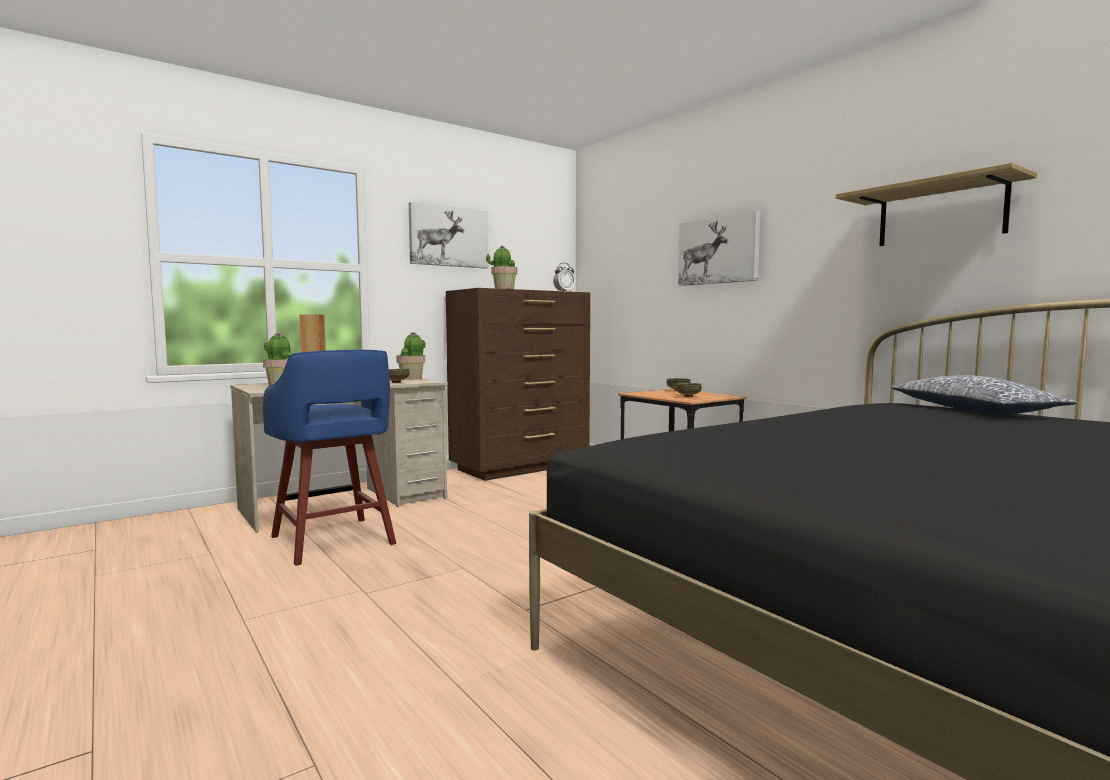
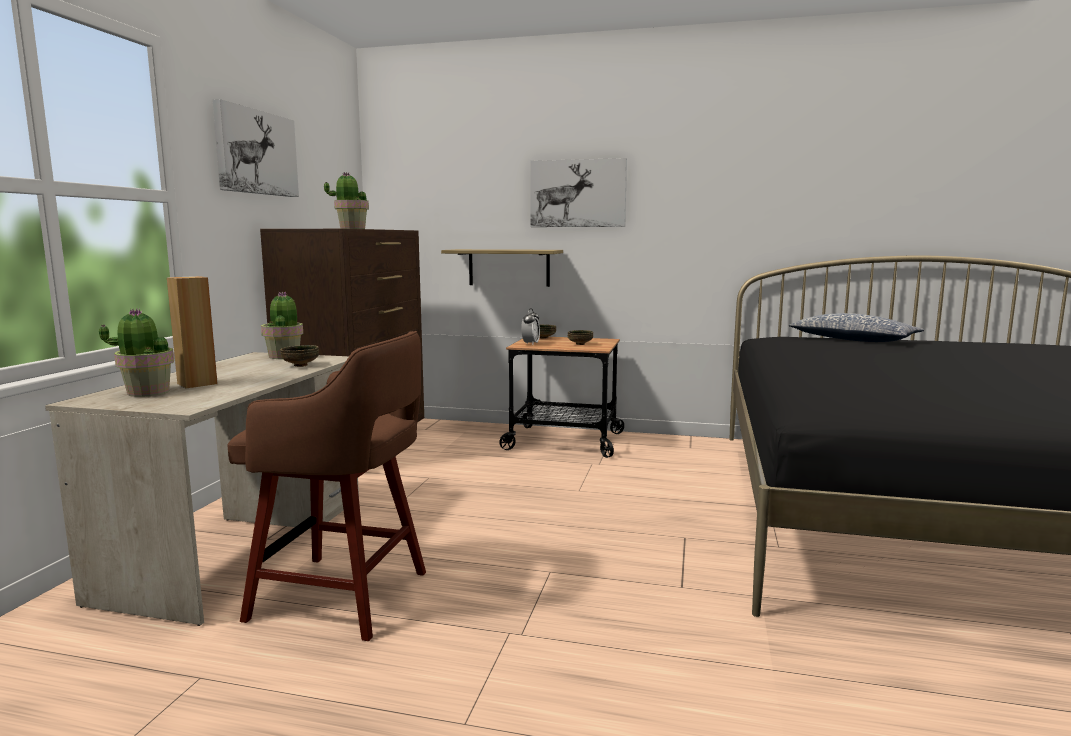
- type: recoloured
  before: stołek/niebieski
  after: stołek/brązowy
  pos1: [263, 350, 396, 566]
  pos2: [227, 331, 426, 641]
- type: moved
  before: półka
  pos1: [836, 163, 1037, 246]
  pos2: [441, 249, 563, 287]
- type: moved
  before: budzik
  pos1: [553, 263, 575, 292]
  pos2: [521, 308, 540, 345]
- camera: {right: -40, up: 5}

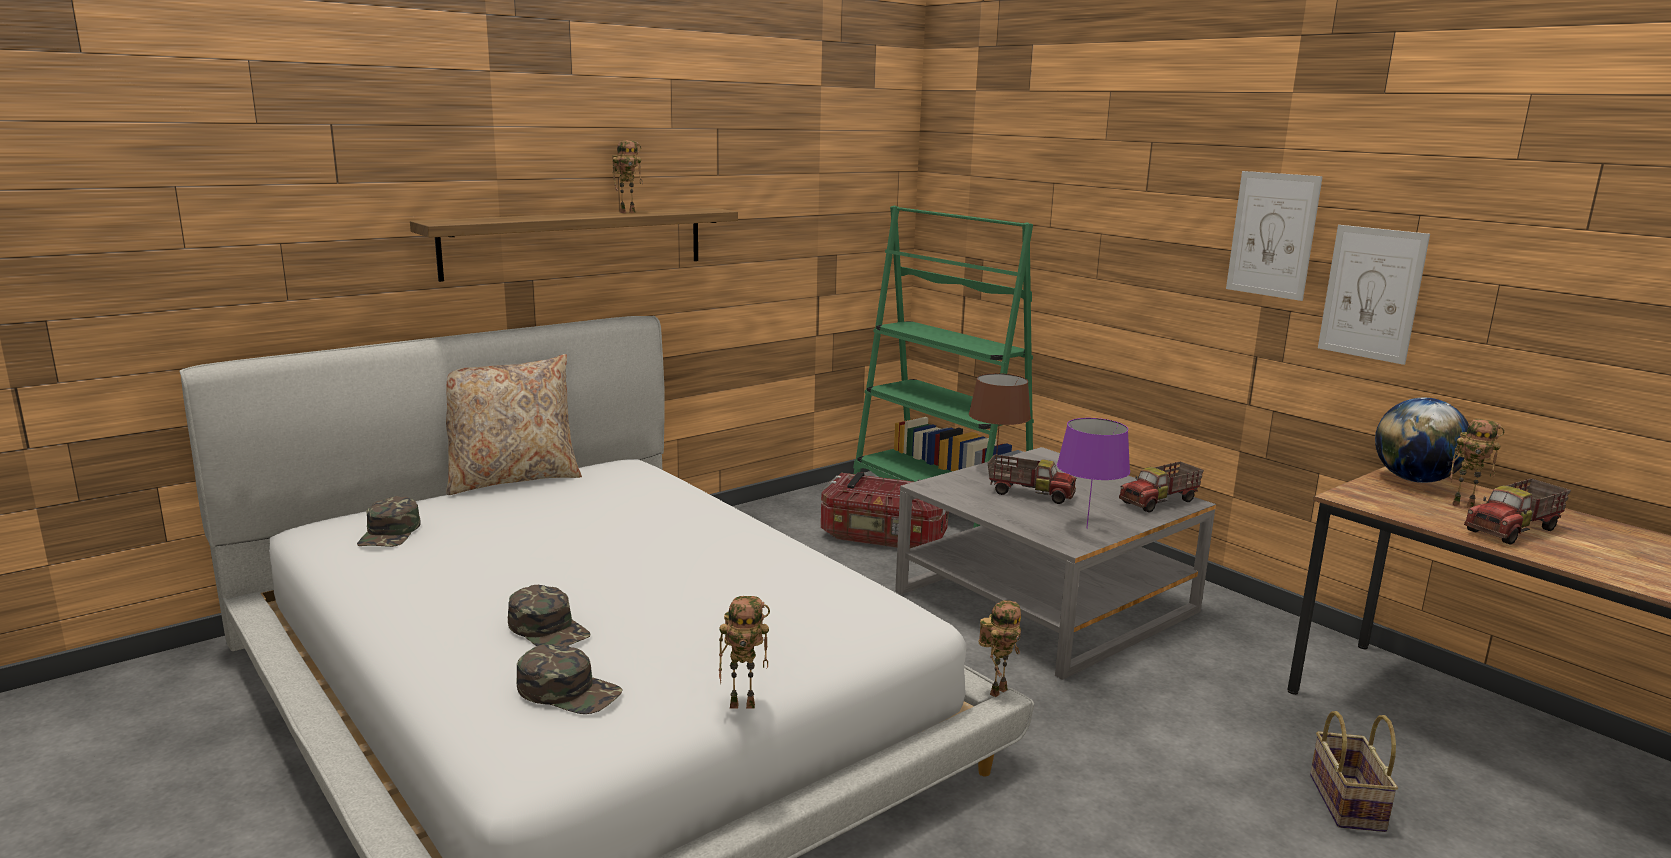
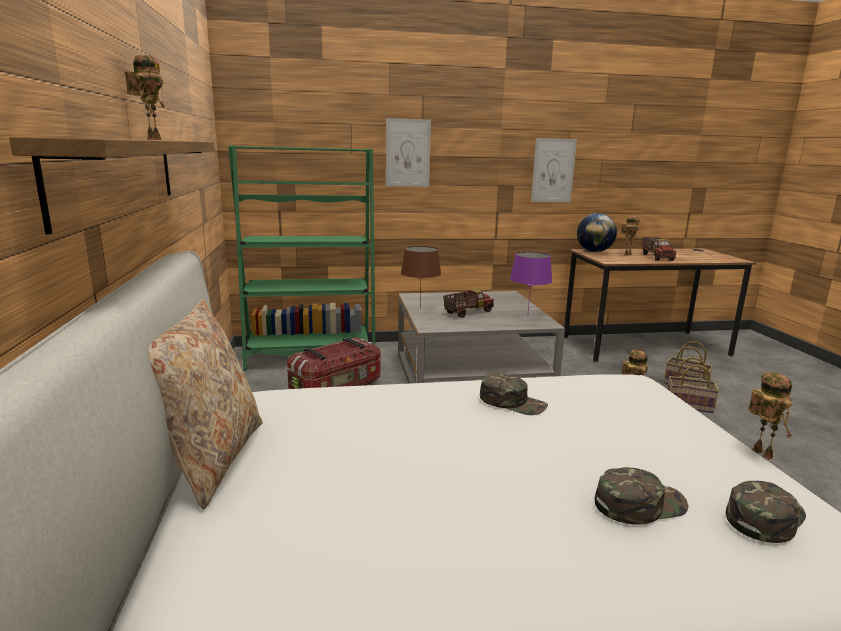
- type: moved
  before: obraz
  pos1: [1226, 171, 1323, 301]
  pos2: [386, 118, 431, 187]
- type: moved
  before: czapka z daszkiem/zielony
  pos1: [357, 496, 421, 547]
  pos2: [480, 373, 548, 415]
- type: added
  after: koszyk
  pos2: [668, 357, 719, 413]
- type: turned
  before: robot zabawkowy
  pos1: [719, 596, 770, 709]
  pos2: [748, 372, 792, 460]
  turn: -45
- type: removed
  before: ciężarówka zabawkowa
  pos1: [1119, 462, 1204, 512]
- camera: {right: -60, up: 0}

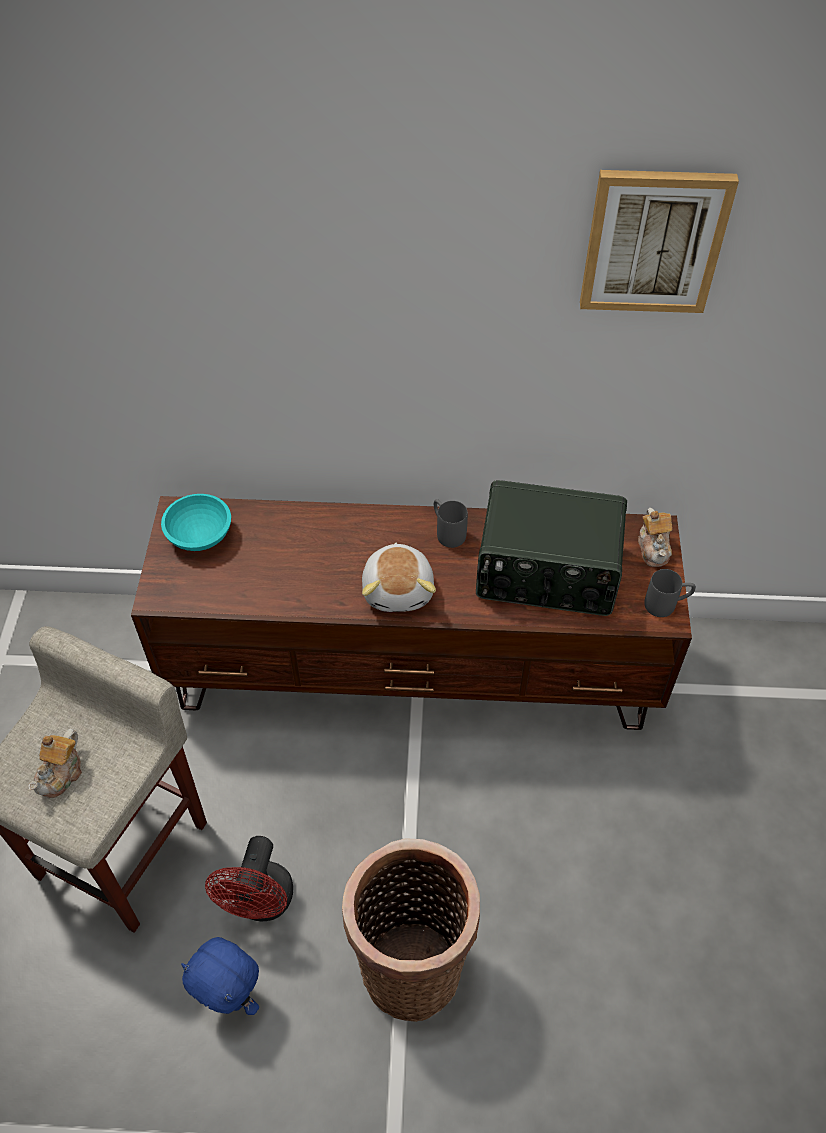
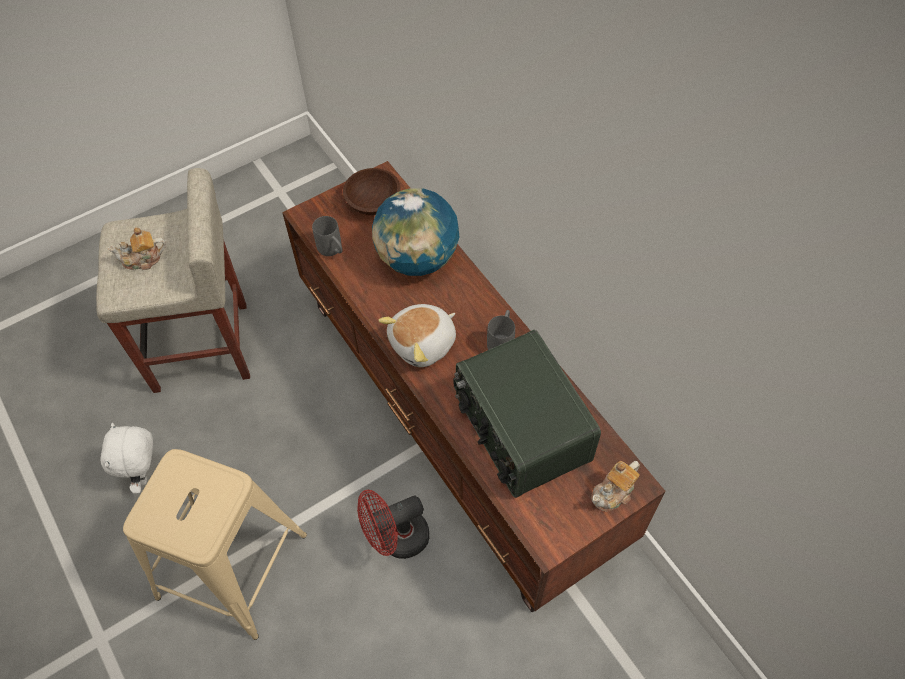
- type: recoloured
  before: pluszak/niebieski
  after: pluszak/biały
  pos1: [181, 937, 259, 1015]
  pos2: [100, 422, 153, 494]
- type: replaced
  before: koszyk
  after: stołek/beżowy
  pos1: [342, 838, 480, 1022]
  pos2: [123, 449, 307, 640]
- type: moved
  before: kubek/szary
  pos1: [644, 569, 696, 617]
  pos2: [312, 216, 343, 256]
- type: recoloured
  before: miska/turkusowy
  after: miska/brązowy
  pos1: [161, 494, 231, 551]
  pos2: [343, 168, 401, 215]
- type: moved
  before: wentylator/czerwony
  pos1: [205, 836, 293, 921]
  pos2: [357, 490, 429, 559]
- type: added
  after: globus
  pos2: [372, 188, 459, 276]
- type: removed
  before: obraz
  pos1: [580, 170, 739, 313]
- camera: {right: 55, up: 5}

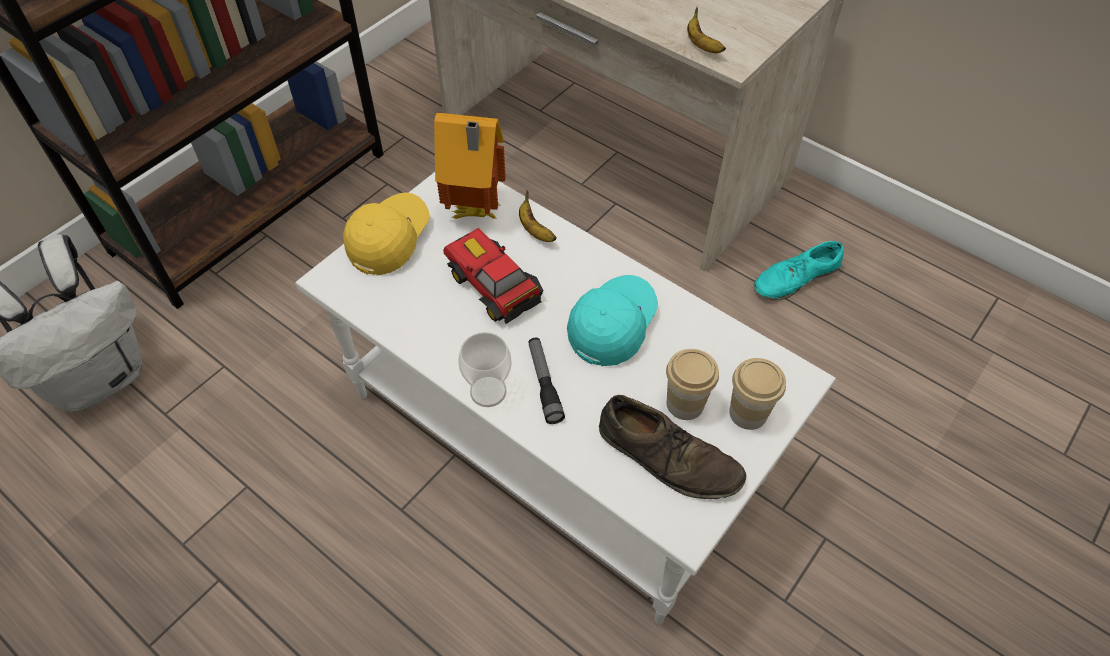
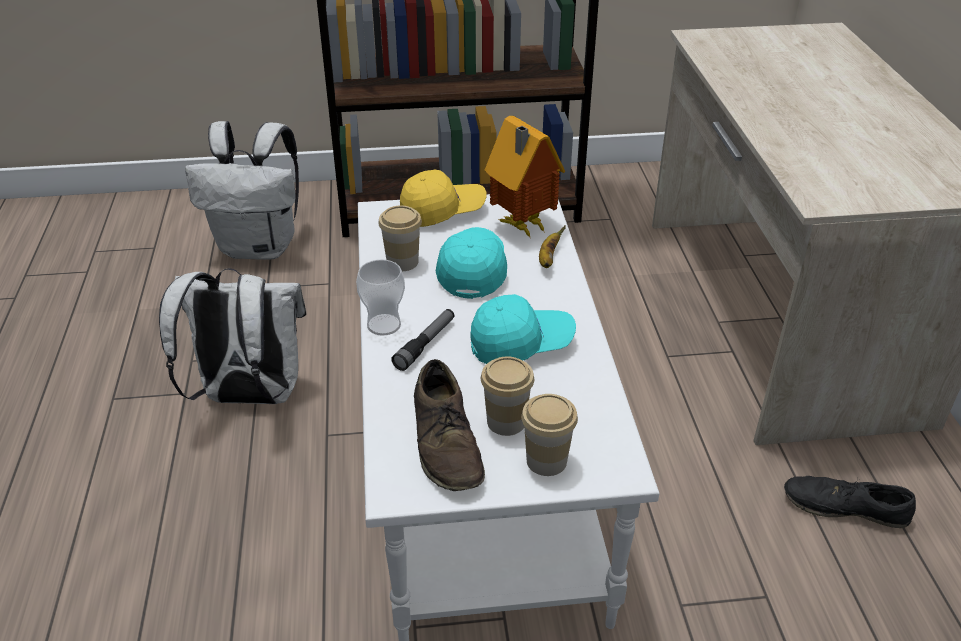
- type: added
  after: plecak/biały
  pos2: [159, 268, 306, 404]
- type: added
  after: filiżanka
  pos2: [378, 205, 422, 271]
- type: replaced
  before: samochodzik
  after: czapka z daszkiem/turkusowy
  pos1: [443, 228, 543, 324]
  pos2: [436, 227, 507, 299]
- type: recoloured
  before: but/turkusowy
  after: but/czarny
  pos1: [754, 241, 844, 301]
  pos2: [784, 476, 916, 528]
- type: removed
  before: banan
  pos1: [687, 7, 726, 53]
- camera: {right: 45, up: -15}

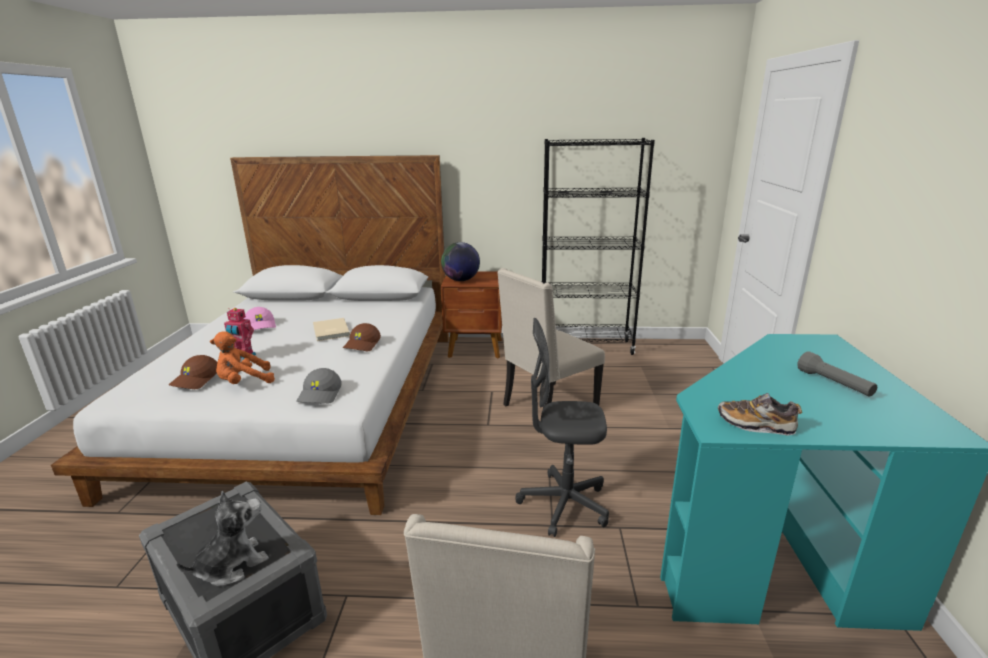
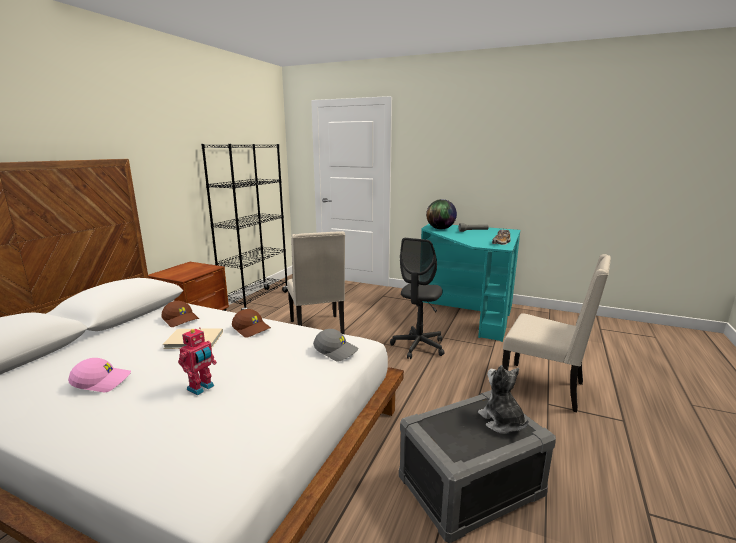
- type: moved
  before: czapka z daszkiem/brązowy
  pos1: [169, 355, 217, 389]
  pos2: [162, 301, 199, 327]
- type: moved
  before: globus
  pos1: [441, 242, 480, 281]
  pos2: [426, 199, 457, 229]
- type: removed
  before: pluszak/pomarańczowy
  pos1: [210, 331, 275, 384]
- camera: {right: -70, up: -5}

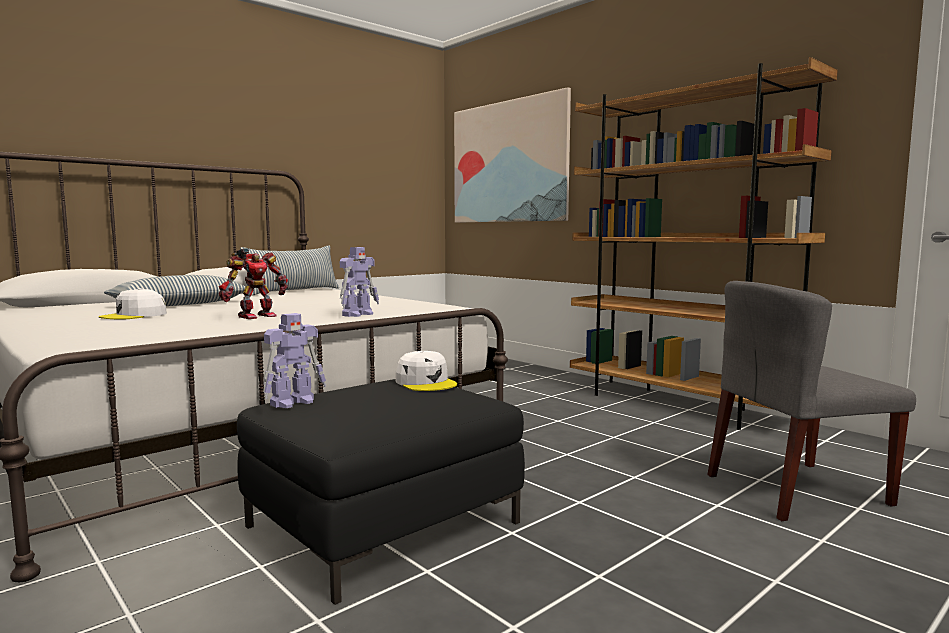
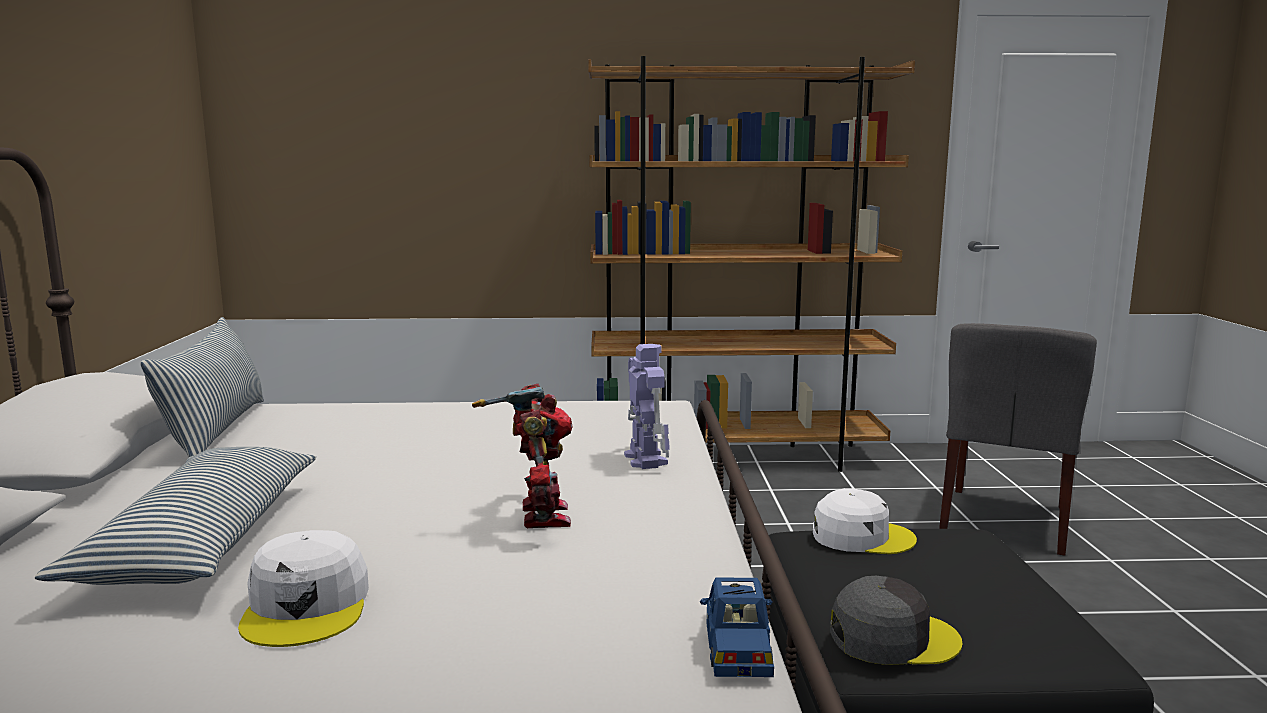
- type: added
  after: samochodzik/niebieski
  pos2: [700, 577, 774, 677]
- type: replaced
  before: robot zabawkowy
  after: czapka z daszkiem/szary
  pos1: [263, 313, 326, 408]
  pos2: [830, 576, 962, 665]
- type: removed
  before: obraz
  pos1: [454, 87, 571, 222]
- camera: {right: -50, up: 5}

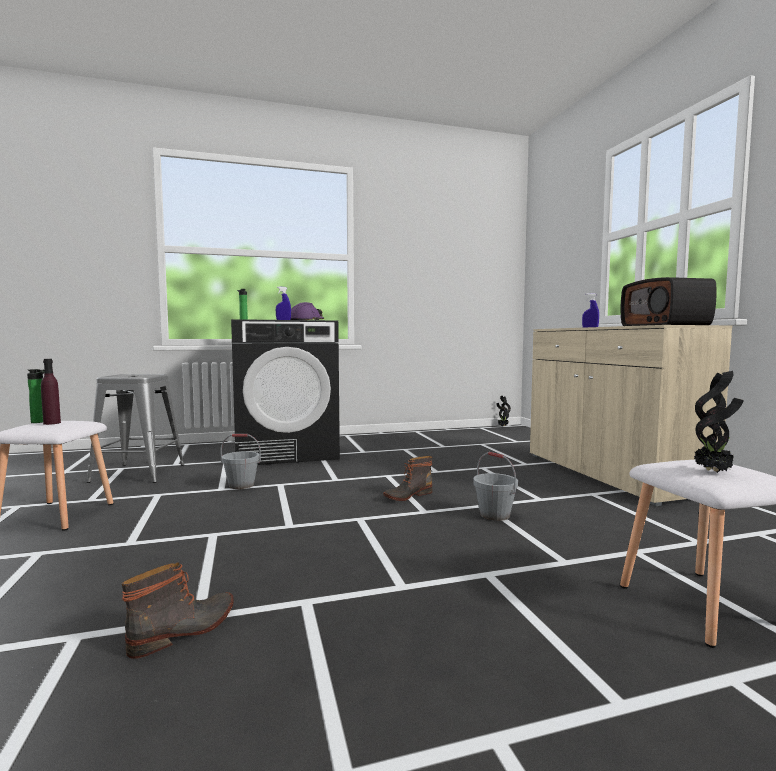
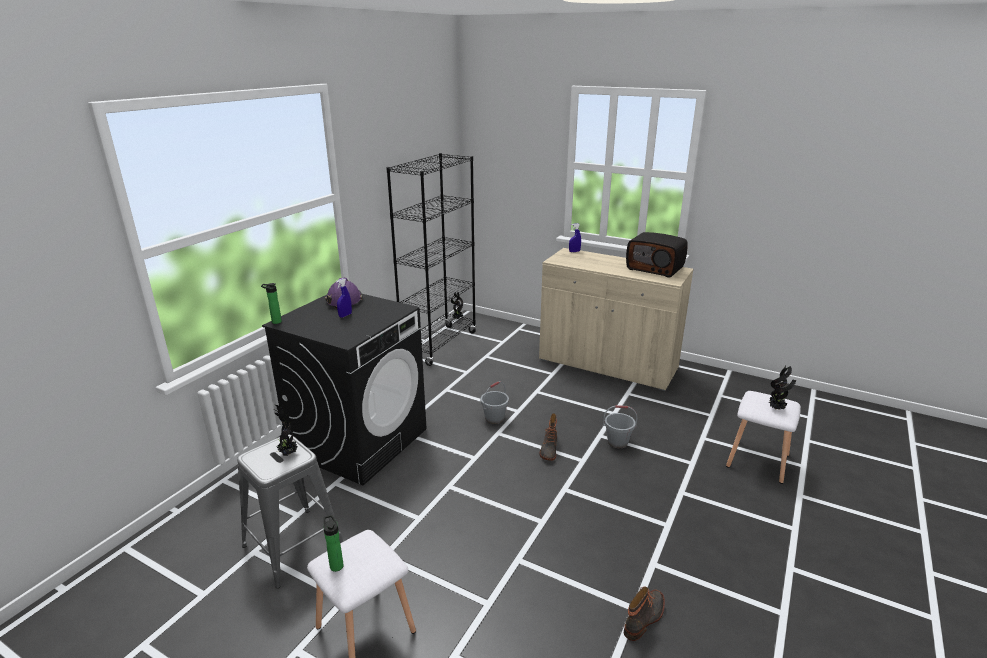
- type: added
  after: roślina doniczkowa
  pos2: [272, 405, 298, 456]
- type: added
  after: regał/czarny
  pos2: [386, 153, 476, 366]
- type: moved
  before: wiadro/szary
  pos1: [220, 434, 261, 489]
  pos2: [481, 381, 509, 424]
- type: turned
  before: but z cholewką
  pos1: [122, 562, 234, 659]
  pos2: [624, 587, 665, 641]
  turn: 45
- type: removed
  before: butelka/fioletowy
  pos1: [41, 359, 61, 425]
- camera: {right: -45, up: 20}

